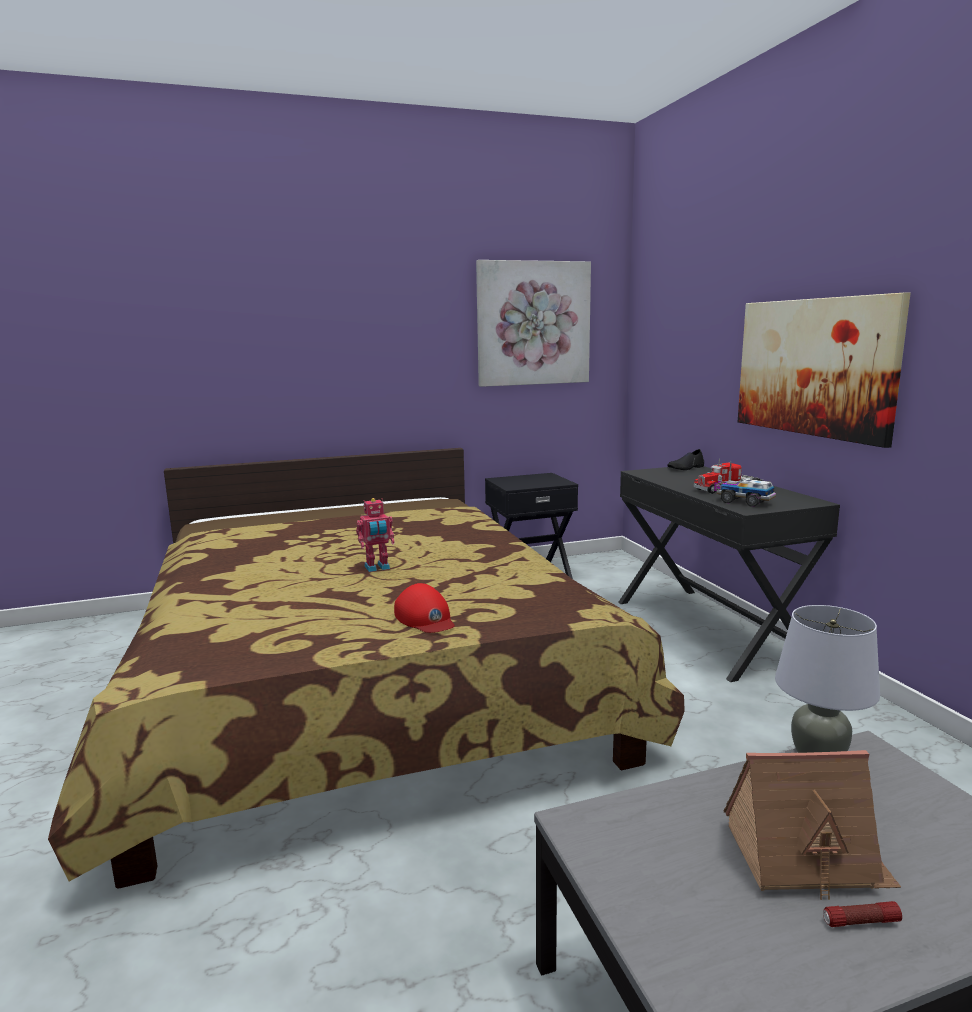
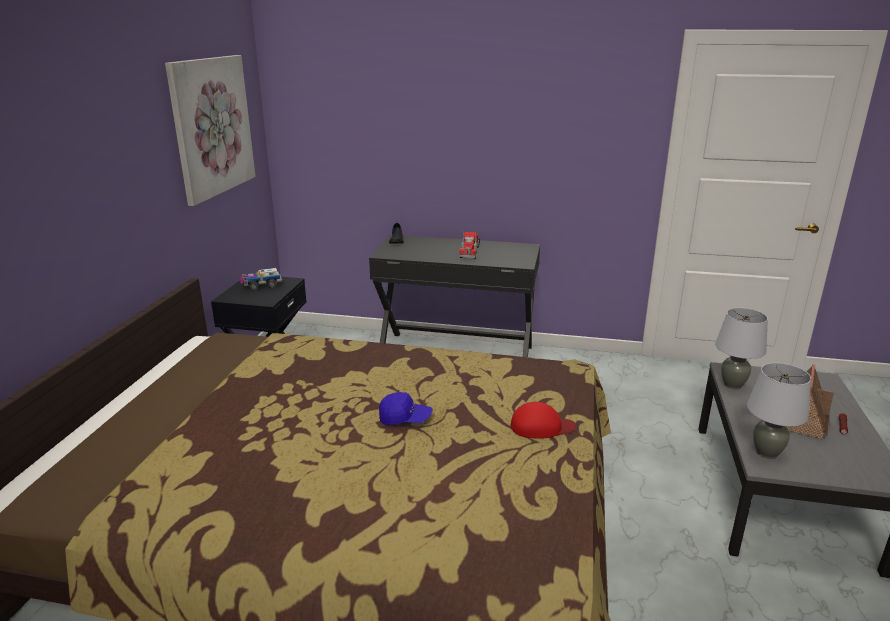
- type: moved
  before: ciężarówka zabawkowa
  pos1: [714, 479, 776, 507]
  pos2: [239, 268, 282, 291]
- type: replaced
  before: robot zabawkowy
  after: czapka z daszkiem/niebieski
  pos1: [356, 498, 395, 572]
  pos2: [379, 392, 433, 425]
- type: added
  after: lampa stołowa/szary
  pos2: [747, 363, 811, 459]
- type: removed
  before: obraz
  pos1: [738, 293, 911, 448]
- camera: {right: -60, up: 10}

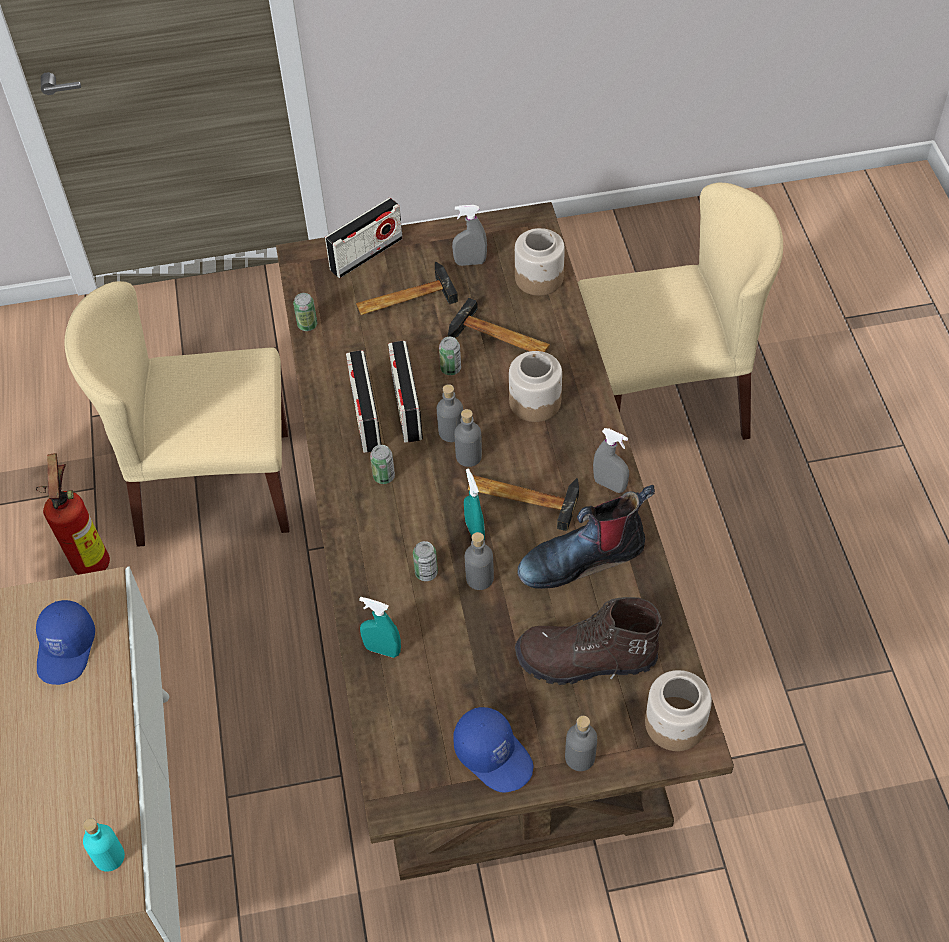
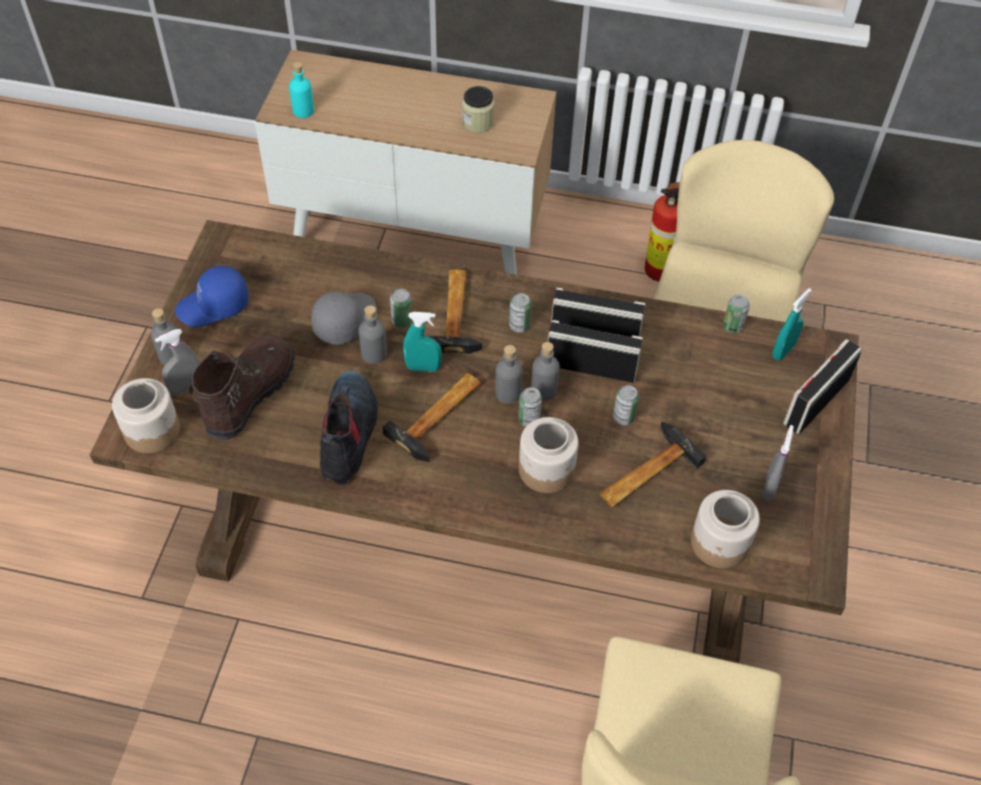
- type: moved
  before: spryskiwacz/szary
  pos1: [593, 428, 629, 493]
  pos2: [155, 329, 200, 395]
- type: added
  after: czapka z daszkiem/szary
  pos2: [311, 291, 377, 345]
- type: moved
  before: młotek
  pos1: [356, 262, 458, 315]
  pos2: [428, 269, 482, 354]
- type: replaced
  before: czapka z daszkiem/niebieski
  after: słoik
  pos1: [36, 600, 95, 685]
  pos2: [462, 86, 495, 133]
- type: added
  after: puszka
  pos2: [518, 387, 542, 427]
- type: moved
  before: spryskiwacz/turkusowy
  pos1: [359, 597, 401, 658]
  pos2: [772, 288, 812, 360]
- type: turned
  before: radio
  pos1: [325, 198, 403, 278]
  pos2: [783, 339, 862, 434]
  turn: 60
- camera: {right: 110, up: 0}

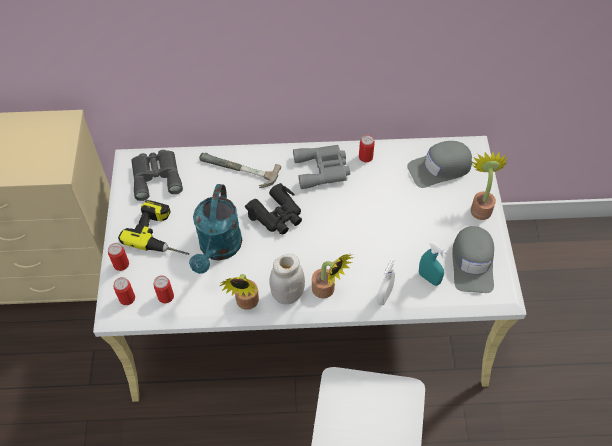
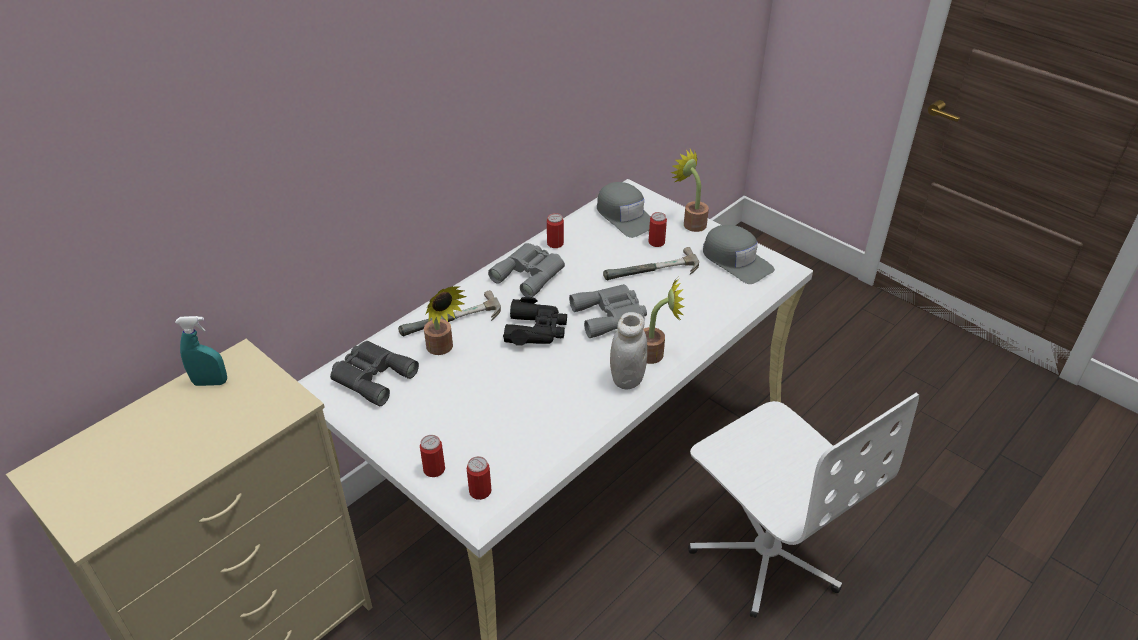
- type: moved
  before: spryskiwacz/turkusowy
  pos1: [419, 241, 447, 286]
  pos2: [175, 316, 227, 386]
- type: moved
  before: roślina doniczkowa
  pos1: [220, 274, 259, 310]
  pos2: [424, 286, 466, 355]
- type: added
  after: lornetka/szary
  pos2: [569, 284, 647, 338]
- type: turned
  before: czapka z daszkiem/szary
  pos1: [407, 141, 472, 188]
  pos2: [597, 182, 651, 238]
  turn: -60
- type: added
  after: młotek
  pos2: [603, 247, 699, 281]
- type: moved
  before: puszka
  pos1: [153, 275, 174, 303]
  pos2: [648, 212, 667, 247]
- type: removed
  before: wiertarka
  pos1: [118, 200, 189, 255]
- type: removed
  before: konewka/turkusowy
  pos1: [189, 184, 242, 274]
- type: removed
  before: spryskiwacz/biały
  pos1: [377, 259, 395, 306]
- camera: {right: -45, up: -15}

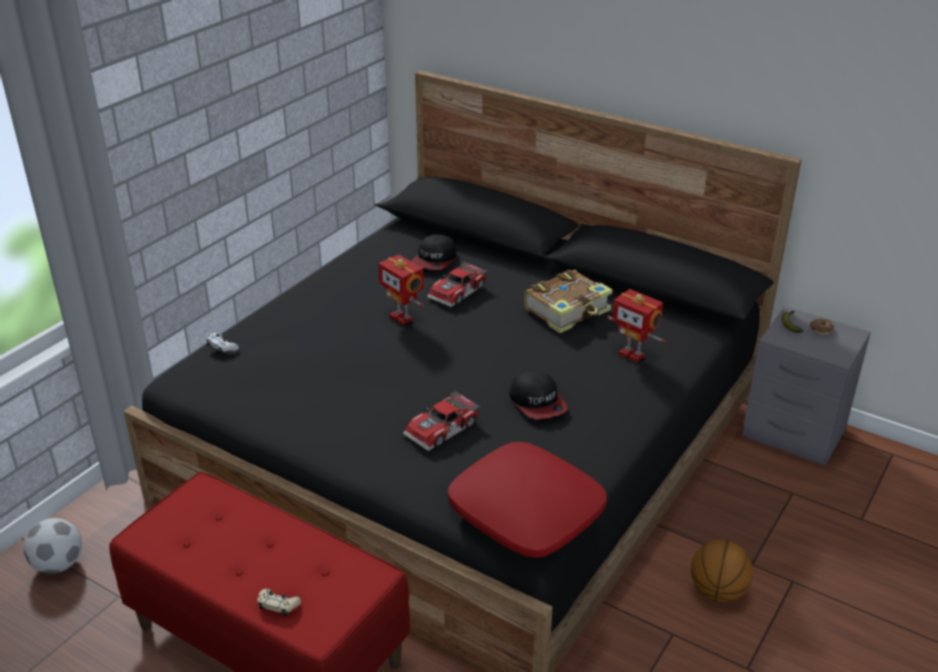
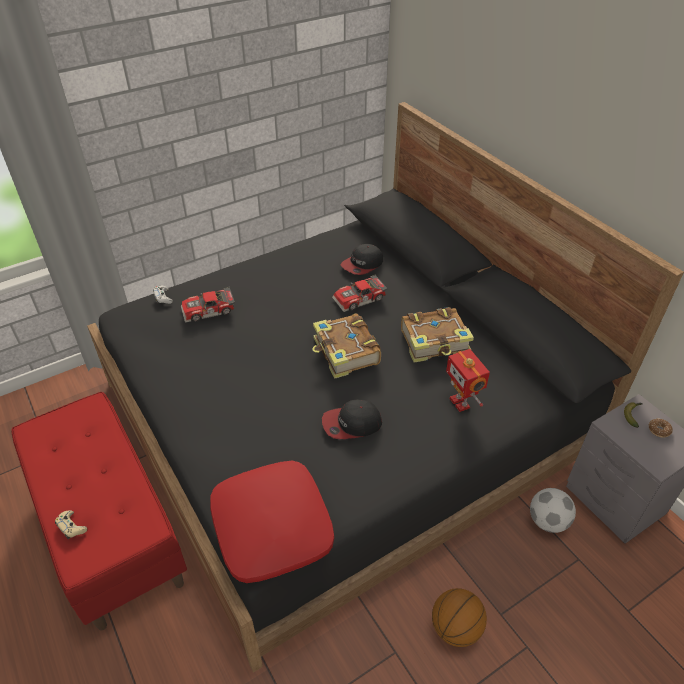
- type: moved
  before: samochodzik
  pos1: [403, 390, 481, 451]
  pos2: [181, 287, 235, 323]
- type: added
  after: książka
  pos2: [312, 313, 381, 379]
- type: turned
  before: czapka z daszkiem
  pos1: [509, 370, 568, 419]
  pos2: [322, 399, 382, 439]
  turn: 75
- type: moved
  before: piłka futbolowa
  pos1: [24, 518, 82, 573]
  pos2: [530, 488, 576, 533]
- type: removed
  before: robot zabawkowy
  pos1: [378, 255, 424, 325]
- camera: {right: 25, up: 10}

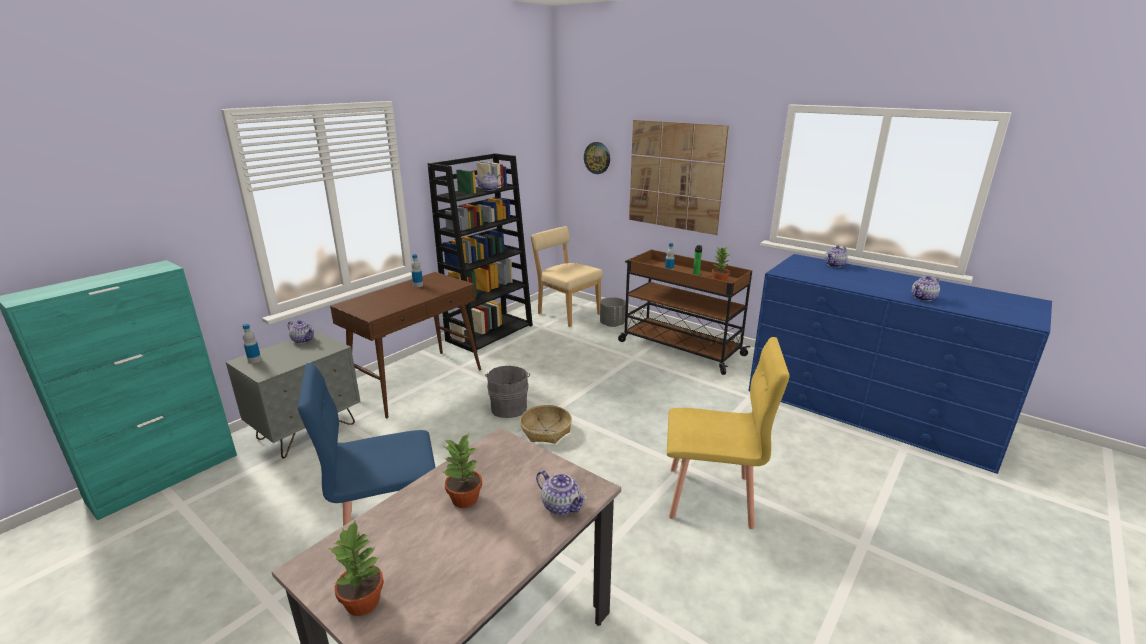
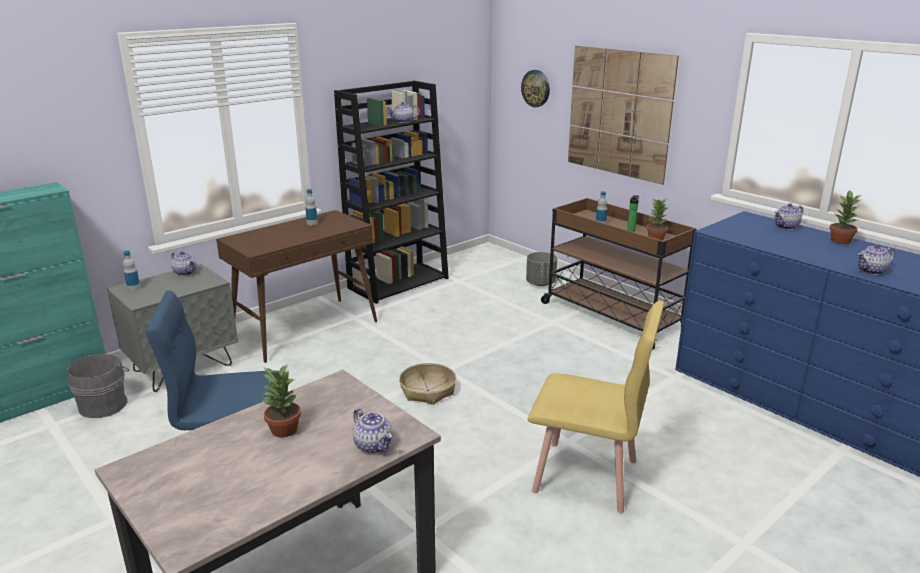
- type: moved
  before: wiadro/szary
  pos1: [485, 366, 530, 418]
  pos2: [67, 354, 129, 418]
- type: moved
  before: roślina doniczkowa
  pos1: [329, 521, 384, 616]
  pos2: [830, 191, 860, 244]
- type: removed
  before: krzesło/beżowy
  pos1: [531, 226, 603, 327]
- camera: {right: 10, up: 0}

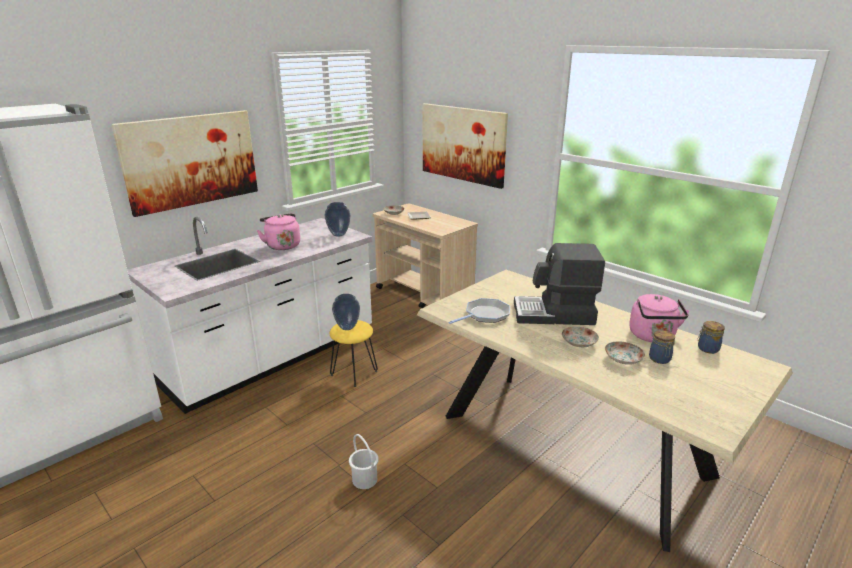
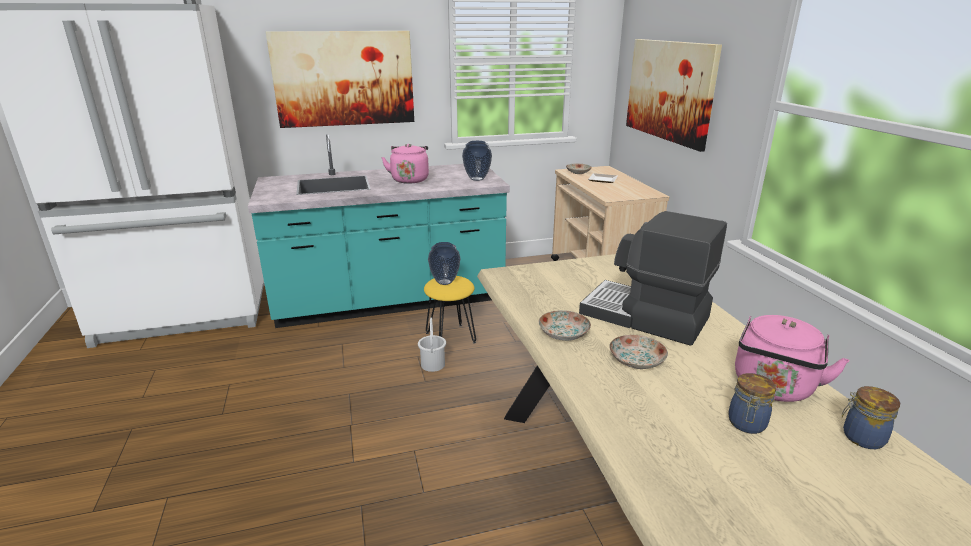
- type: recoloured
  before: zabudowa kuchenna/biały
  after: zabudowa kuchenna/turkusowy
  pos1: [127, 217, 372, 414]
  pos2: [248, 134, 510, 328]
- type: moved
  before: wiadro/biały
  pos1: [349, 434, 379, 489]
  pos2: [418, 318, 446, 372]
- type: moved
  before: talerz
  pos1: [605, 341, 645, 365]
  pos2: [539, 310, 591, 341]
- type: removed
  before: patelnia
  pos1: [448, 298, 510, 324]
- camera: {right: 30, up: 0}

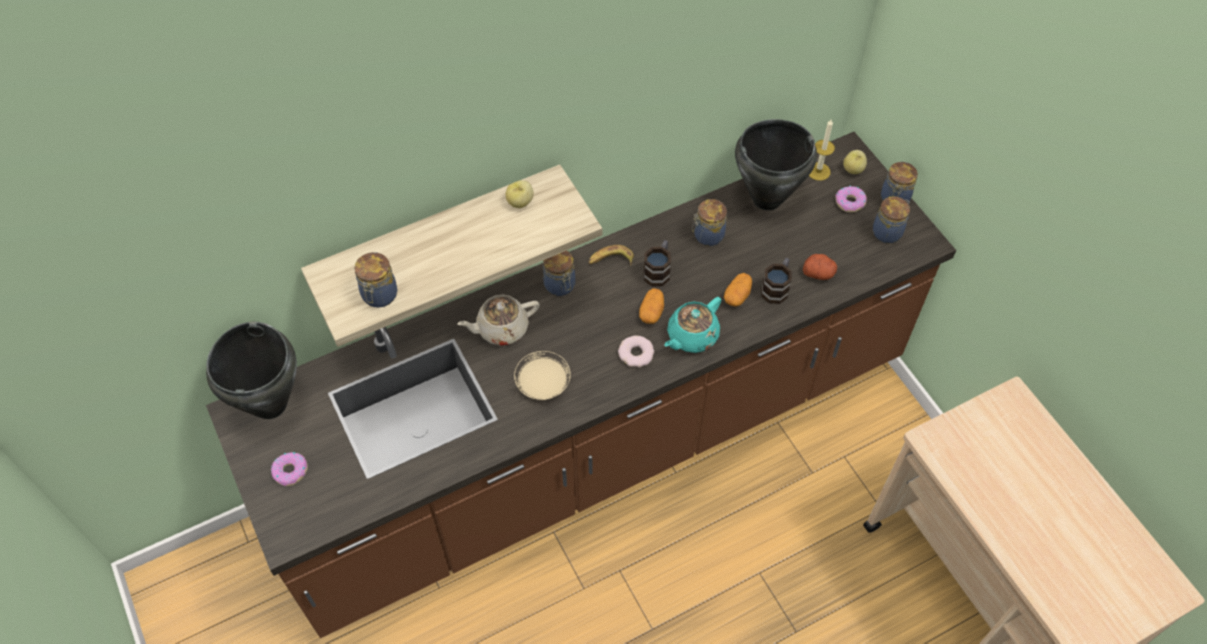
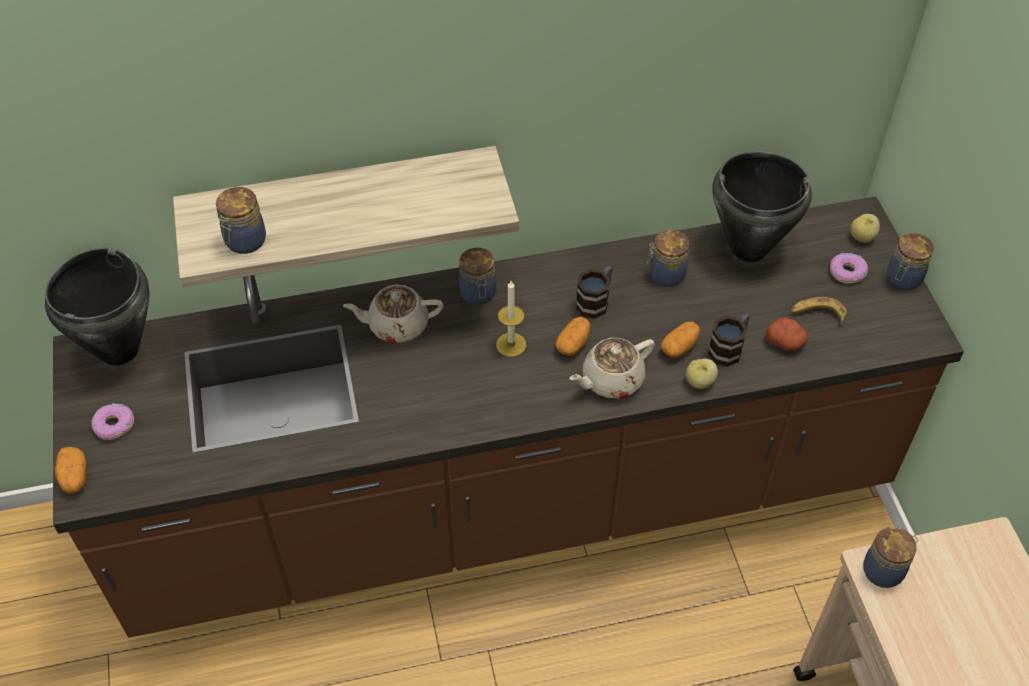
- type: added
  after: ziemniak
  pos2: [55, 447, 87, 494]
- type: moved
  before: świeca
  pos1: [809, 120, 835, 181]
  pos2: [496, 281, 526, 357]
- type: recoloured
  before: imbryk/turkusowy
  after: imbryk/beżowy
  pos1: [664, 297, 722, 353]
  pos2: [569, 338, 655, 398]
- type: moved
  before: jabłko
  pos1: [506, 180, 534, 208]
  pos2: [686, 358, 718, 389]
- type: moved
  before: banan
  pos1: [588, 245, 634, 266]
  pos2: [791, 297, 847, 324]
- type: moved
  before: słoik
  pos1: [873, 196, 910, 243]
  pos2: [863, 527, 919, 588]
- type: removed
  before: talerz/beżowy
  pos1: [514, 351, 571, 400]
- type: removed
  before: donut
  pos1: [618, 335, 654, 367]
- camera: {right: 15, up: -5}

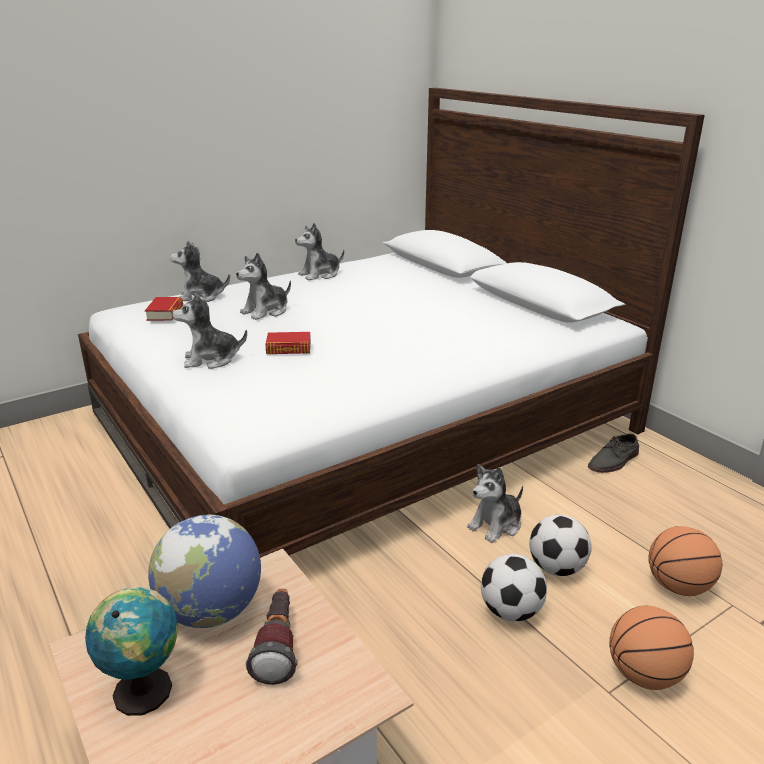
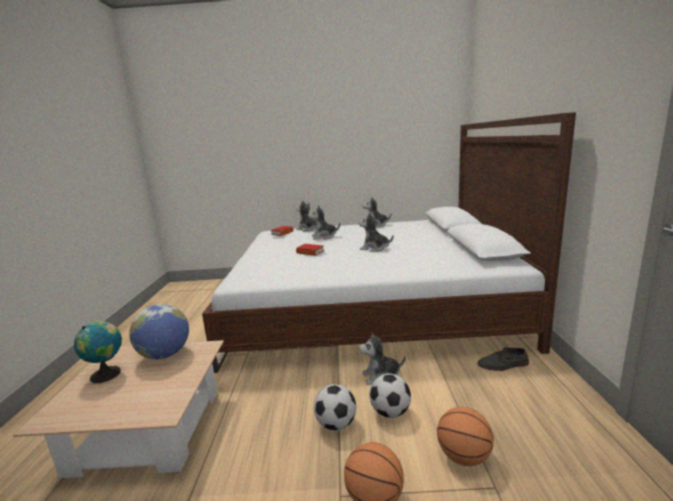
- type: moved
  before: pluszak
  pos1: [172, 293, 247, 369]
  pos2: [358, 212, 394, 252]
- type: removed
  before: latarka
  pos1: [246, 589, 298, 685]
- camera: {right: 35, up: -10}

